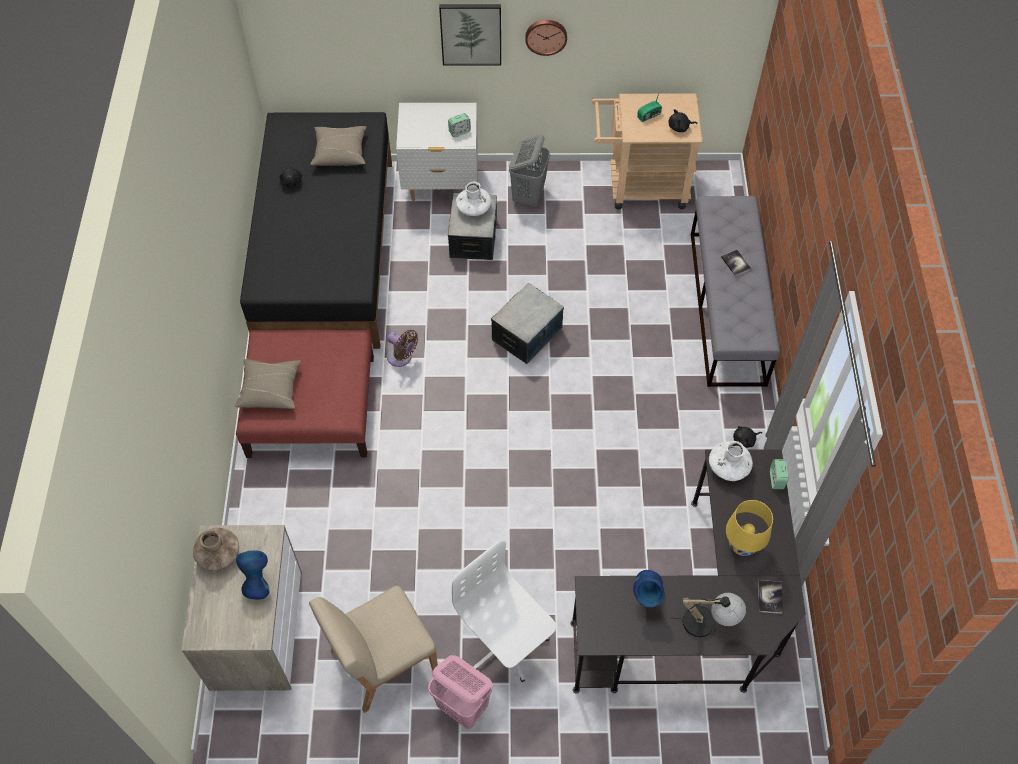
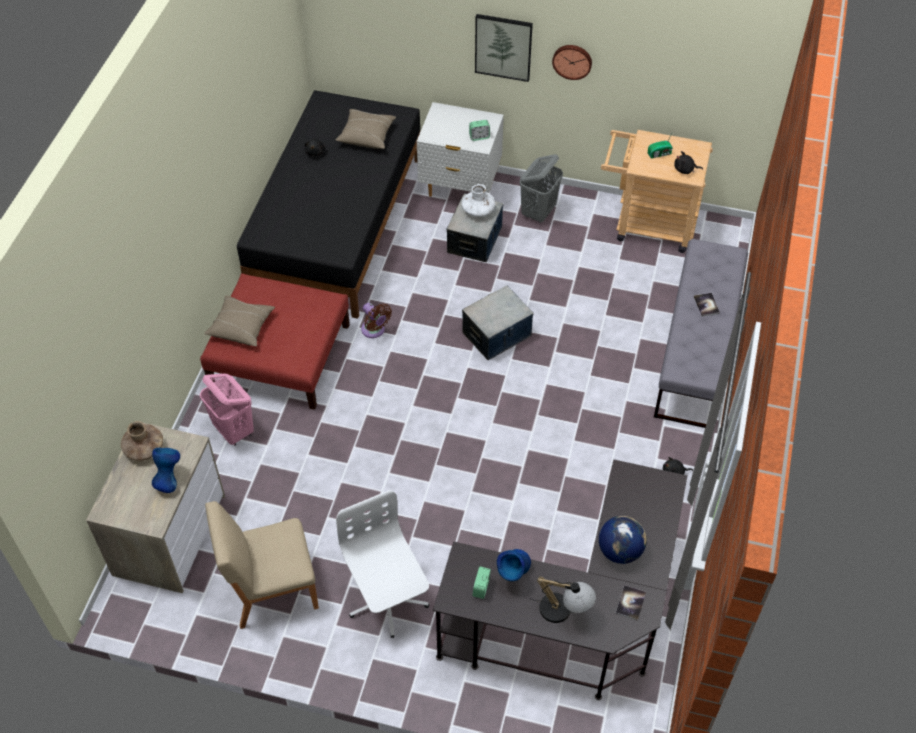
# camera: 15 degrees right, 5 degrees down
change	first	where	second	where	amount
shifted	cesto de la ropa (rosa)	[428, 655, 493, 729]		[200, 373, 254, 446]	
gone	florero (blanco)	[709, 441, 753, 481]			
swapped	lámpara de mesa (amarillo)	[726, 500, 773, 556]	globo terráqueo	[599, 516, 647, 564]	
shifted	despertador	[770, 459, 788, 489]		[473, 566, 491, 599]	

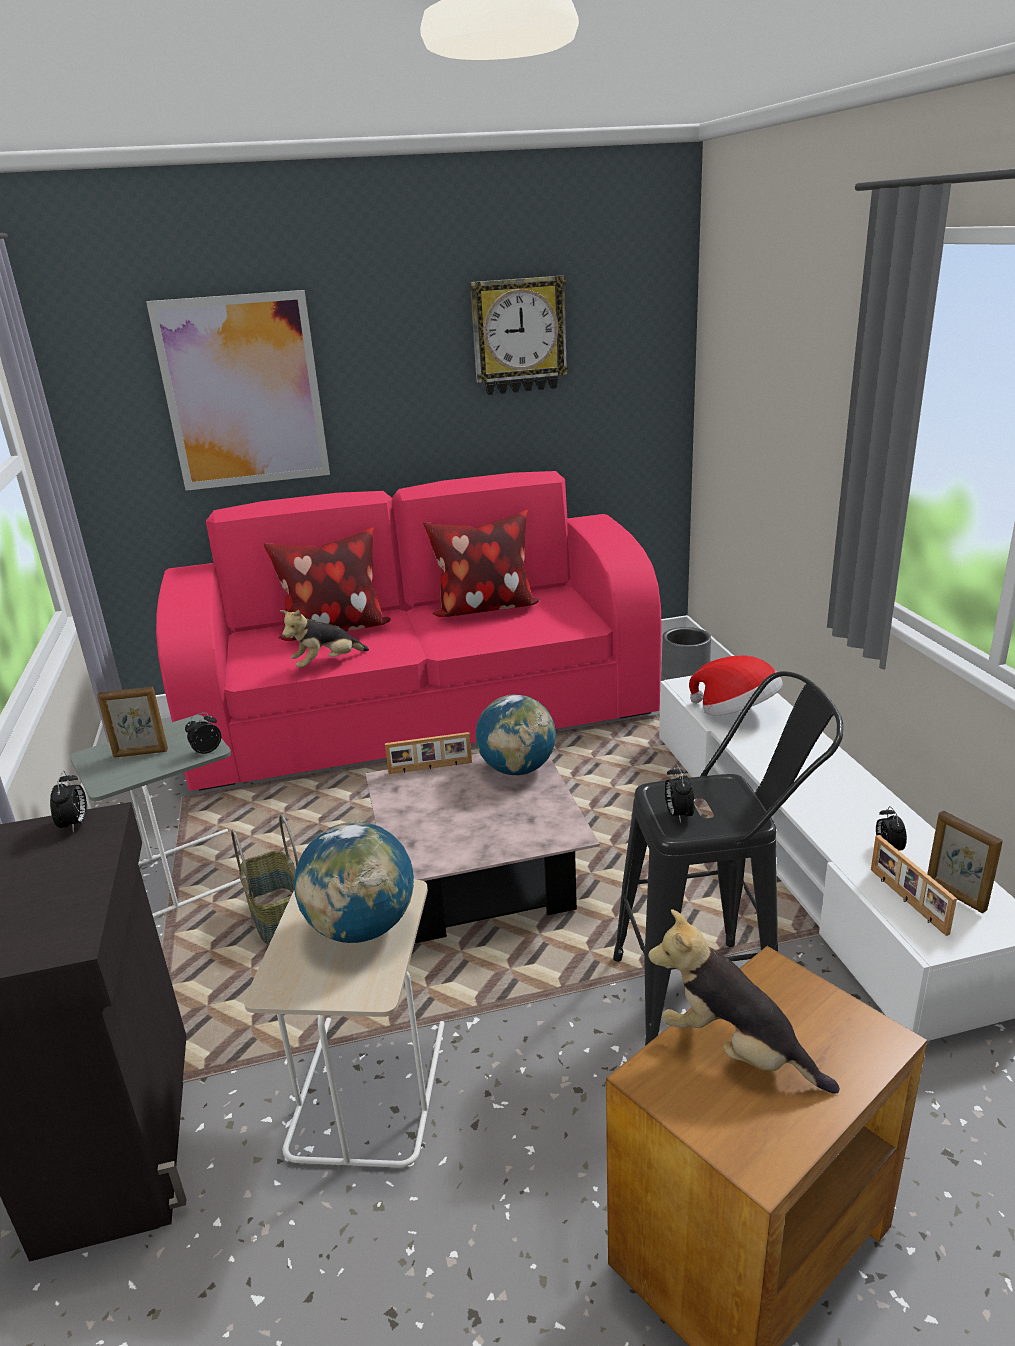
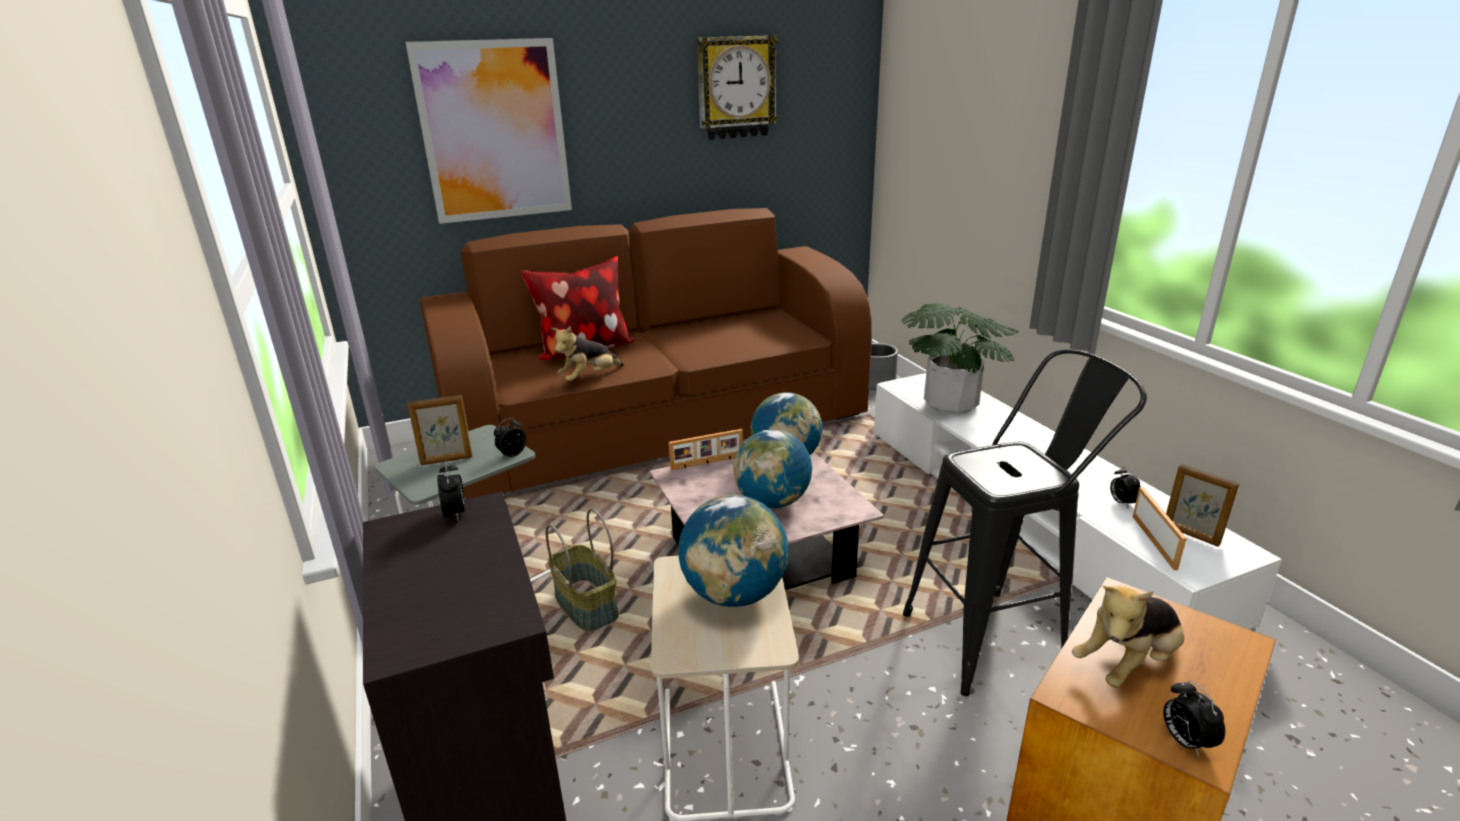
# camera: 10 degrees left, 0 degrees up
change	first	where	second	where	amount
repainted	sofá (rosa)	[156, 471, 662, 791]	sofá (marrón)	[421, 208, 872, 499]	
gone	cojín	[423, 510, 539, 617]			
rotated	peluche	[648, 909, 840, 1094]		[1072, 585, 1184, 688]	60 degrees counterclockwise
shifted	despertador	[665, 764, 694, 823]		[1163, 681, 1225, 757]	
swapped	sombrero	[689, 656, 783, 716]	planta en maceta	[901, 303, 1019, 414]	
rotated	portarretratos	[871, 835, 957, 936]		[1132, 487, 1187, 570]	150 degrees counterclockwise
new			globo terráqueo	[733, 429, 812, 508]	

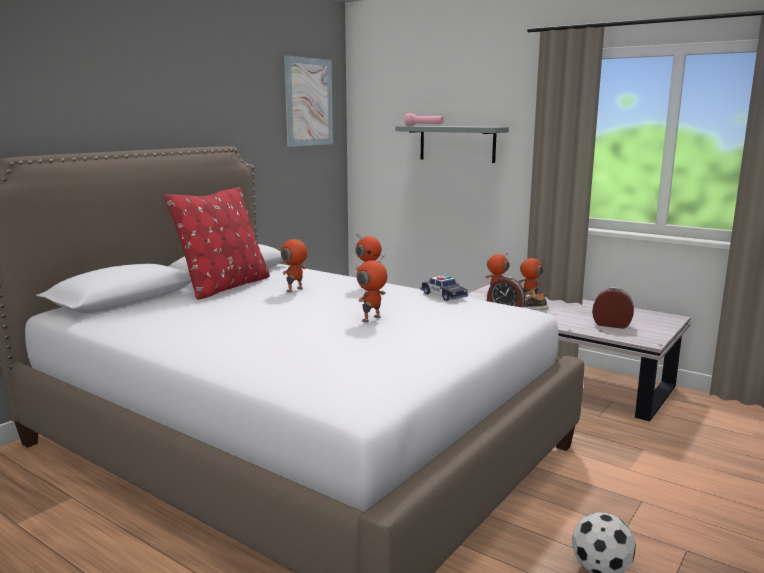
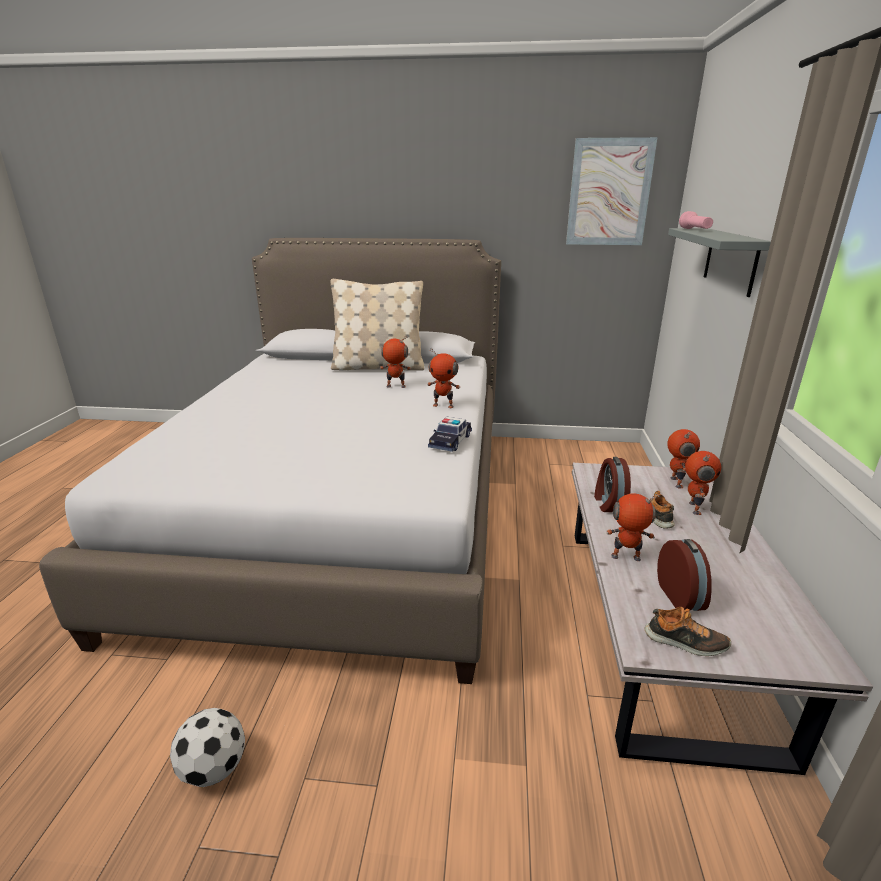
# camera: 60 degrees right, 10 degrees up
change	first	where	second	where	amount
repainted	cojín (rojo)	[164, 187, 270, 300]	cojín (beis)	[330, 279, 424, 371]	
shifted	robot de juguete	[357, 255, 387, 322]		[607, 493, 660, 561]	
new			zapato	[645, 607, 731, 656]	

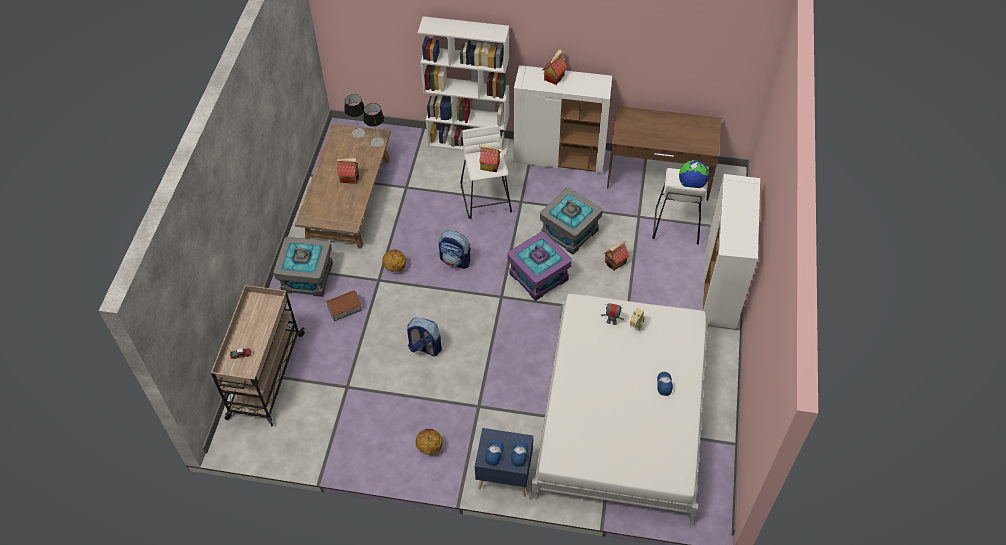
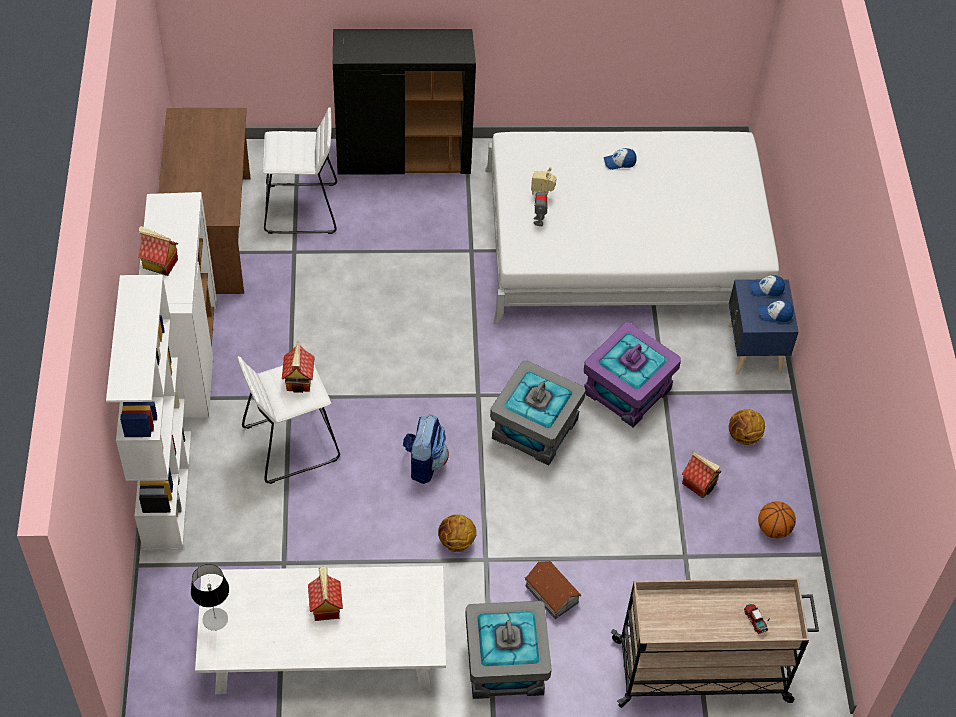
# camera: 105 degrees left, 0 degrees up
change	first	where	second	where	amount
repainted	mesa de centro (marrón)	[295, 123, 391, 249]	mesa de centro (blanco)	[195, 566, 446, 694]	
gone	lámpara de mesa	[363, 103, 384, 147]			
gone	mochila	[406, 318, 442, 356]			
shifted	caja de almacenaje (morado)	[508, 231, 572, 301]		[584, 322, 681, 427]	
shifted	caja de almacenaje (gris)	[540, 188, 603, 255]		[490, 360, 586, 466]	
shifted	casita	[604, 241, 629, 271]		[682, 452, 721, 498]	
gone	globo terráqueo	[679, 160, 709, 188]			
repainted	armario (blanco)	[703, 174, 760, 329]	armario (negro)	[333, 29, 476, 175]	
new			balón de baloncesto	[758, 501, 796, 539]	

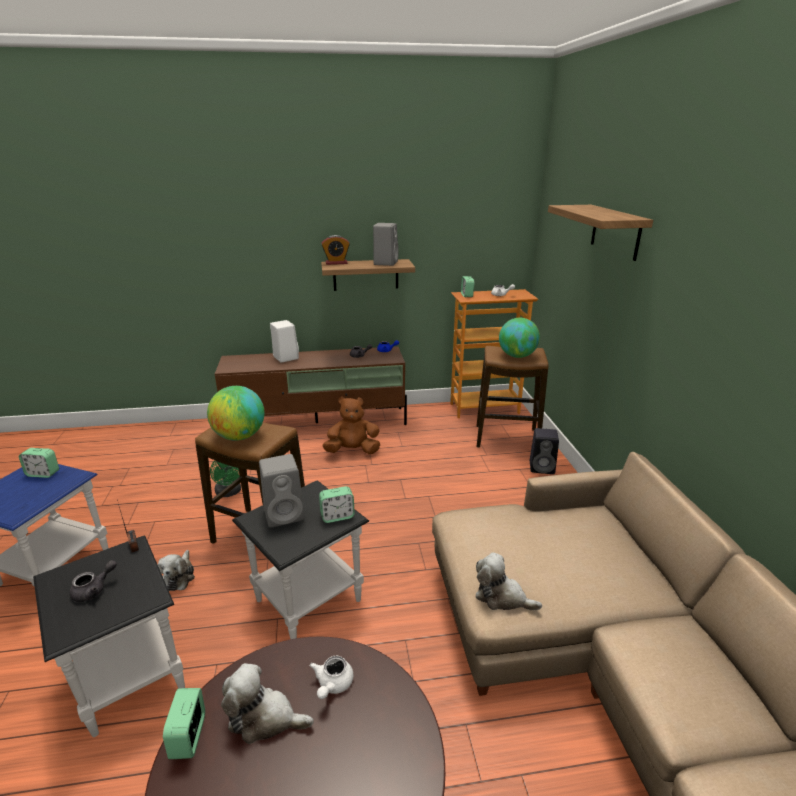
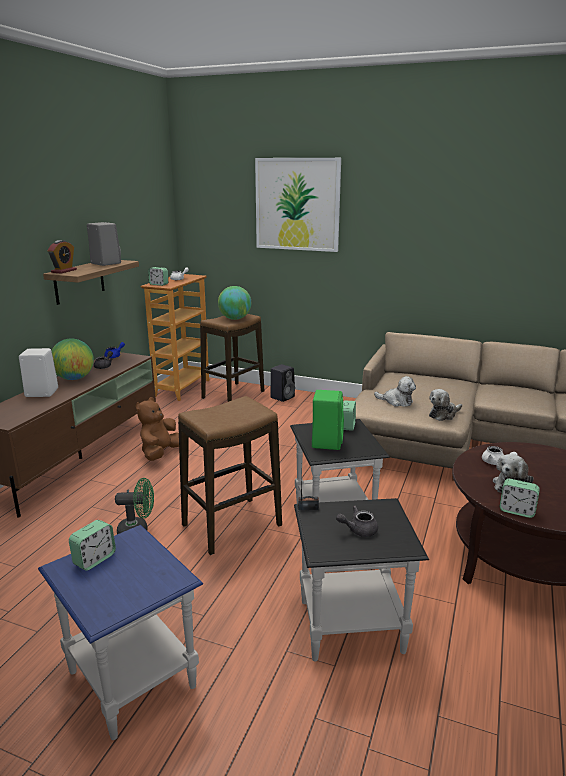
# camera: 60 degrees left, 5 degrees down
change	first	where	second	where	amount
rotated	tetera (gris)	[70, 560, 117, 602]		[336, 506, 378, 537]	90 degrees counterclockwise
shifted	peluche	[158, 550, 195, 591]		[374, 376, 416, 407]	
shifted	globo terráqueo	[207, 386, 265, 441]		[51, 339, 94, 380]	
repainted	altavoz (gris)	[259, 454, 305, 528]	altavoz (verde)	[312, 390, 344, 450]	
swapped	estante	[548, 205, 653, 261]	cuadro	[255, 158, 341, 252]	

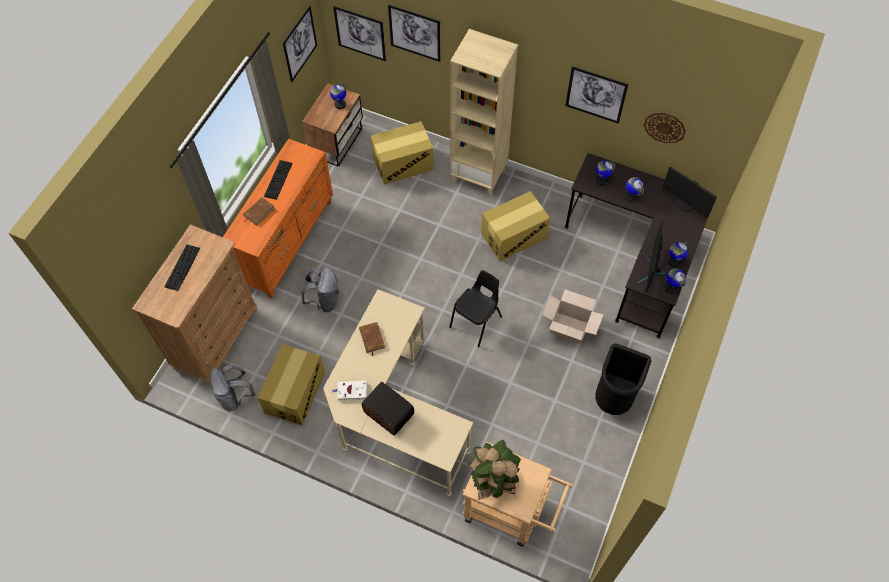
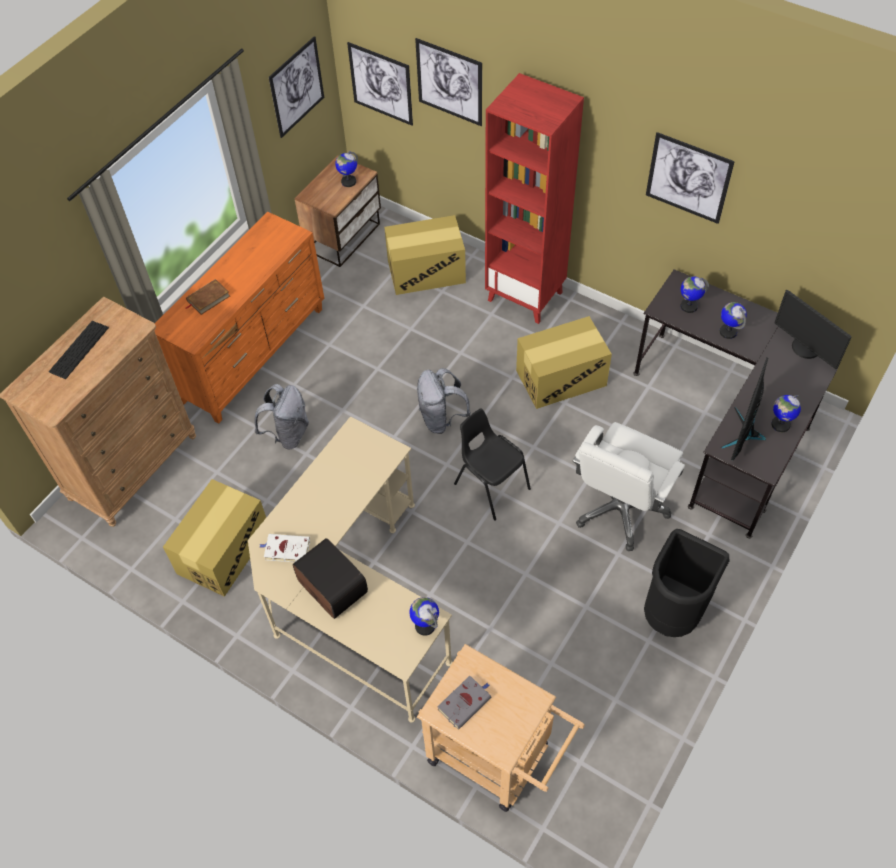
# camera: 10 degrees right, 5 degrees down
change	first	where	second	where	amount
shifted	mochila (gris)	[209, 365, 255, 411]		[417, 368, 471, 434]	
gone	teclado	[264, 160, 293, 200]			
gone	libro (marrón)	[359, 322, 385, 356]			
rotated	silla (negro)	[449, 270, 502, 347]		[454, 408, 531, 521]	90 degrees counterclockwise
repainted	estantería (beis)	[450, 29, 518, 196]	estantería (rojo)	[485, 73, 584, 324]	
swapped	planta en maceta	[468, 440, 521, 500]	libro (gris)	[437, 676, 491, 730]	
swapped	caja de cartón	[542, 289, 604, 344]	silla de oficina (blanco)	[573, 422, 685, 551]	
gone	reloj de pared	[644, 113, 686, 143]			
shifted	globo terráqueo	[665, 269, 686, 294]		[409, 597, 439, 636]	

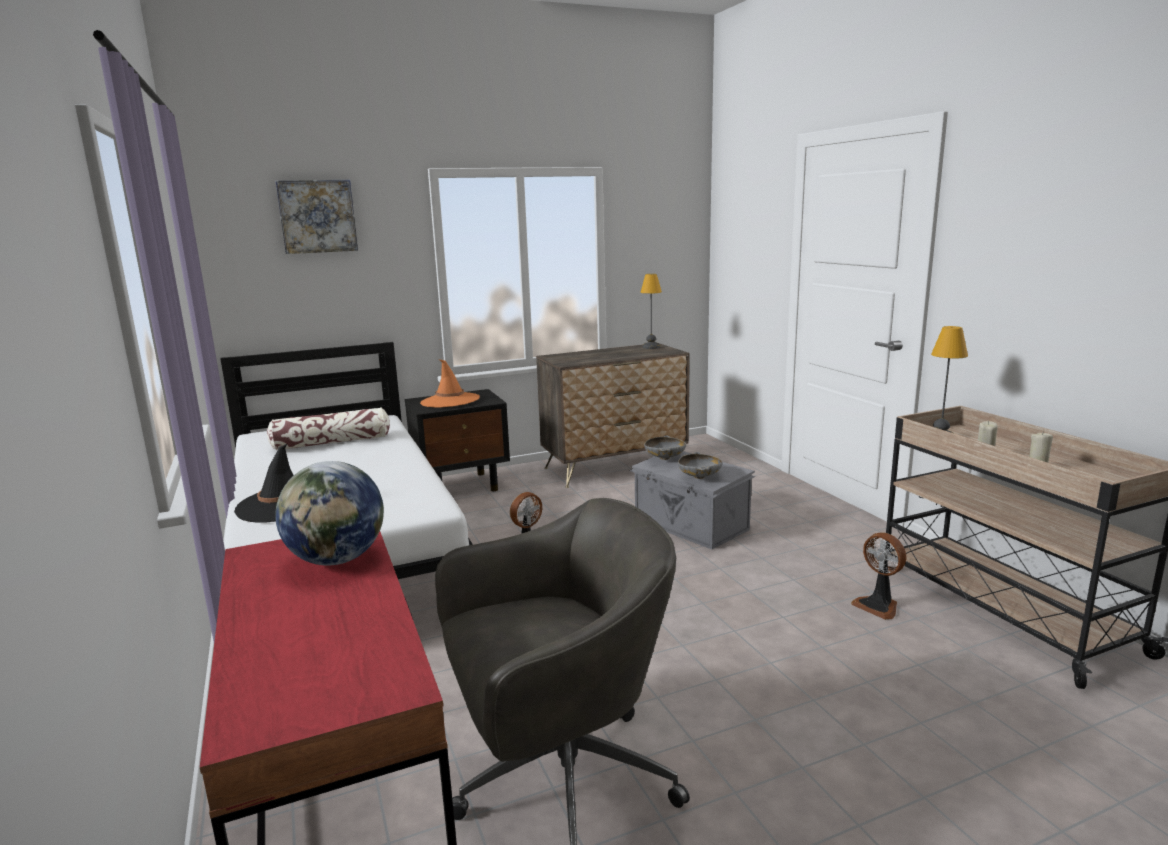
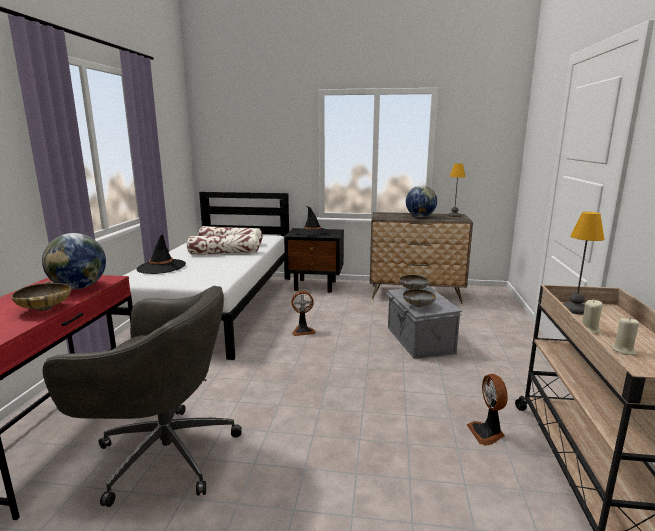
# camera: 30 degrees right, 0 degrees up
change	first	where	second	where	amount
gone	cuadro	[275, 180, 358, 254]			
repainted	sombrero (naranja)	[420, 359, 480, 408]	sombrero (negro)	[294, 206, 331, 235]	
new			cuenco (beis)	[11, 281, 71, 311]	
new			cojín	[187, 234, 260, 255]	
new			globo terráqueo	[406, 186, 437, 217]	

